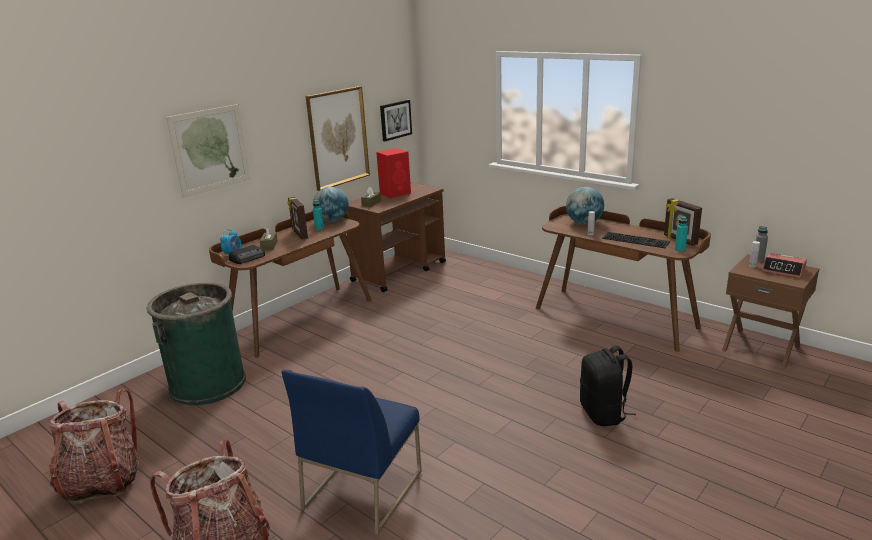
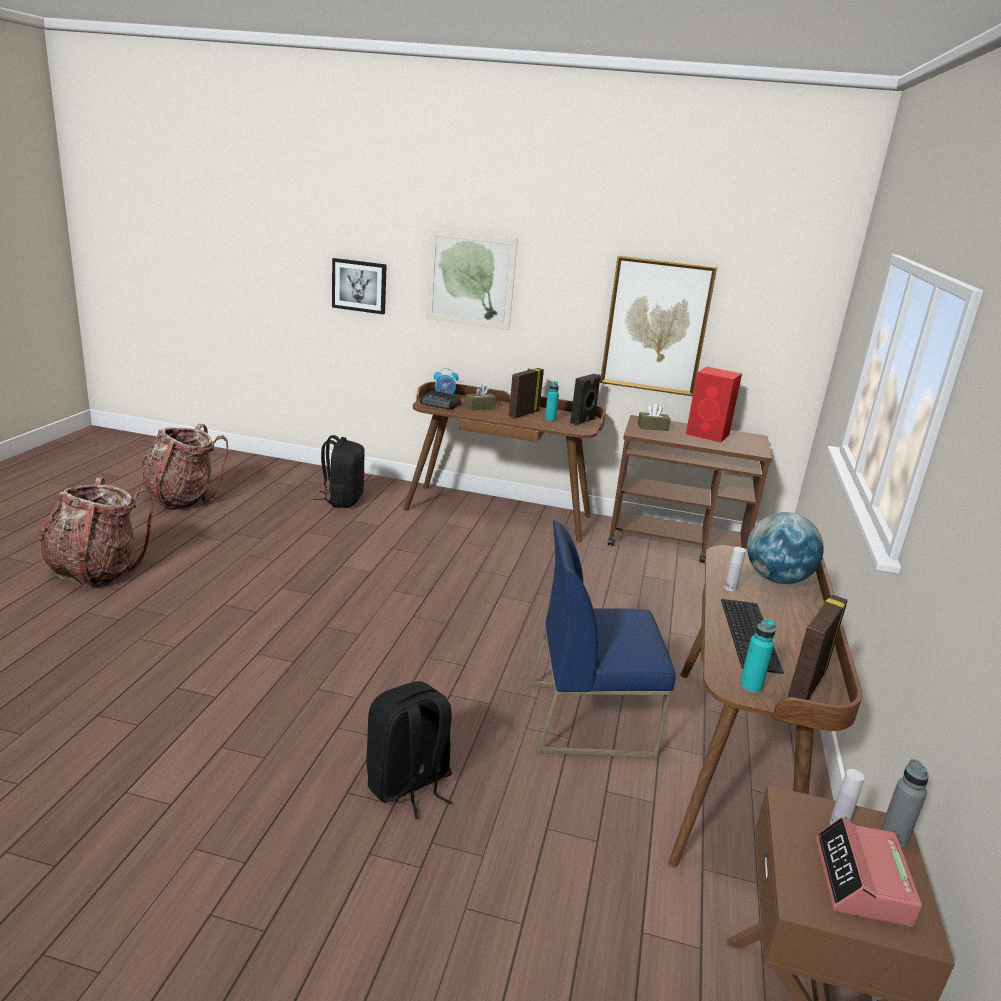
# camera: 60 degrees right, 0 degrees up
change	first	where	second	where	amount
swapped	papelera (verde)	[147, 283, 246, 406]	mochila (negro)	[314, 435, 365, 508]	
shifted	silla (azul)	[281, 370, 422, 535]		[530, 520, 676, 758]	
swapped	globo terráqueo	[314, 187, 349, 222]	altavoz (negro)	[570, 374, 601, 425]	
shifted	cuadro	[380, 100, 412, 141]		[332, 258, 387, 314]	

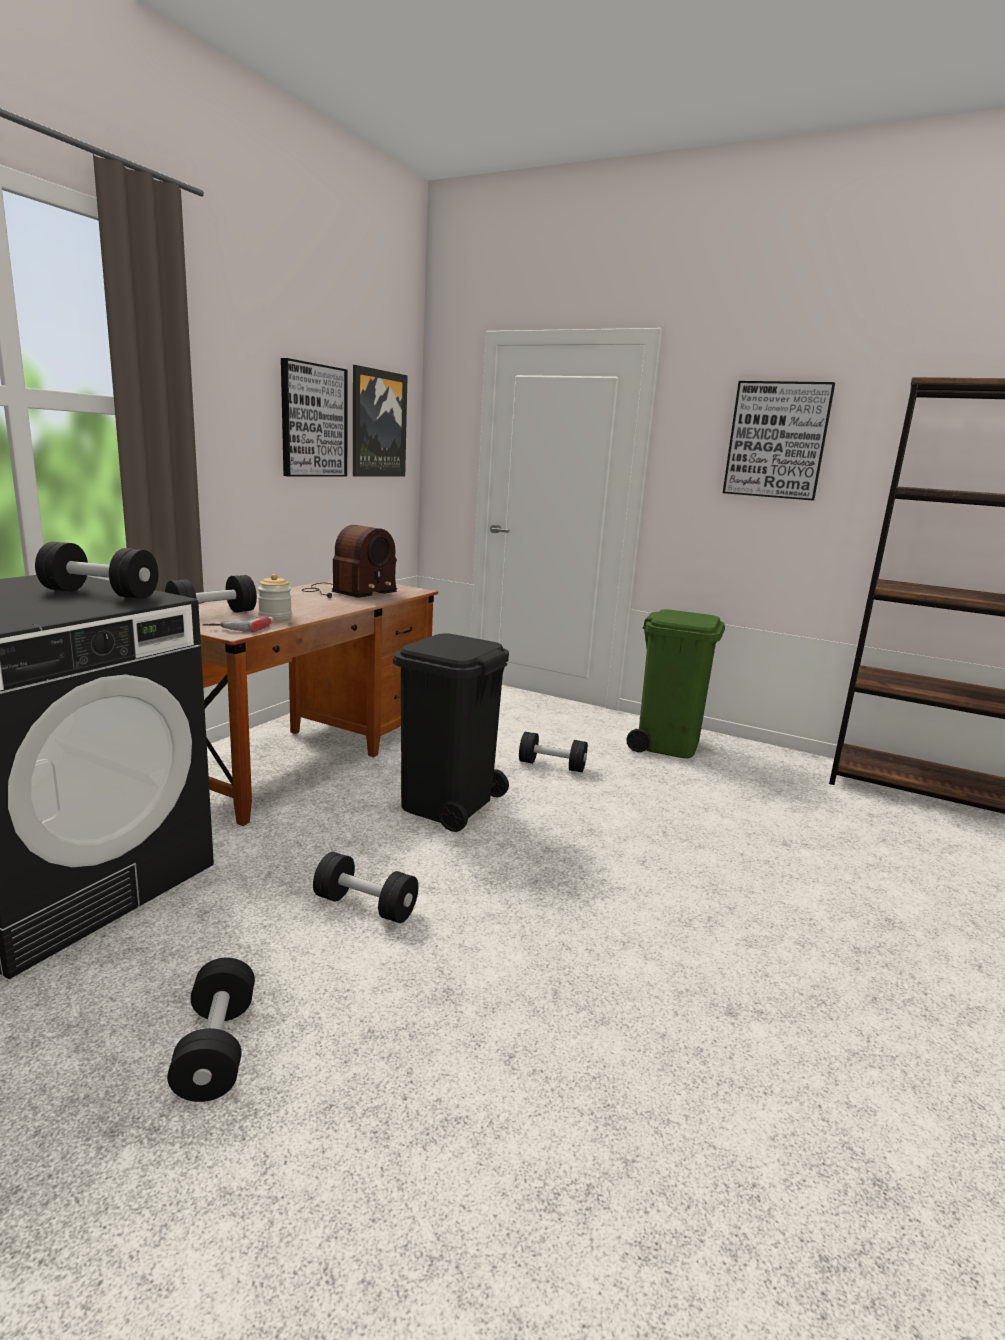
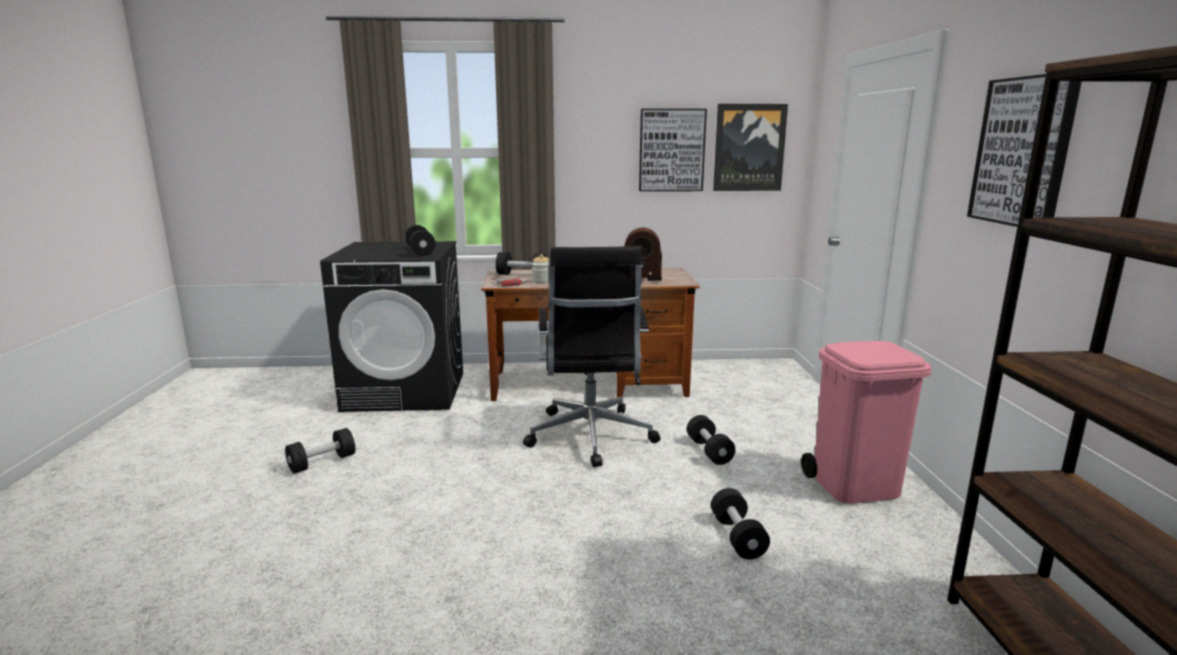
# camera: 60 degrees right, 0 degrees up
change	first	where	second	where	amount
shifted	mancuerna (negro)	[313, 852, 418, 923]		[711, 488, 770, 560]	
swapped	papelera (negro)	[393, 633, 509, 832]	silla de oficina (negro)	[523, 246, 660, 467]	
repainted	papelera (verde)	[626, 609, 725, 758]	papelera (rosa)	[801, 341, 932, 504]	

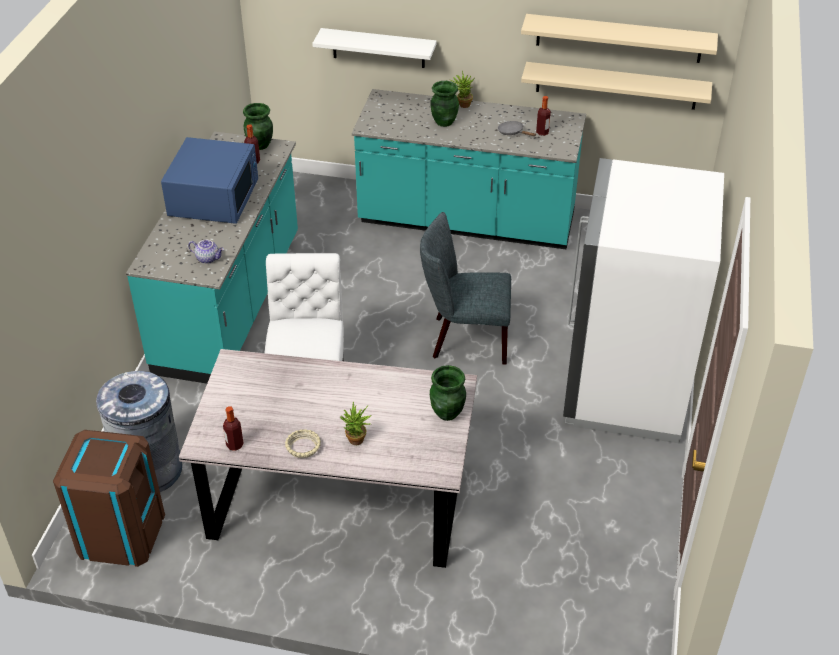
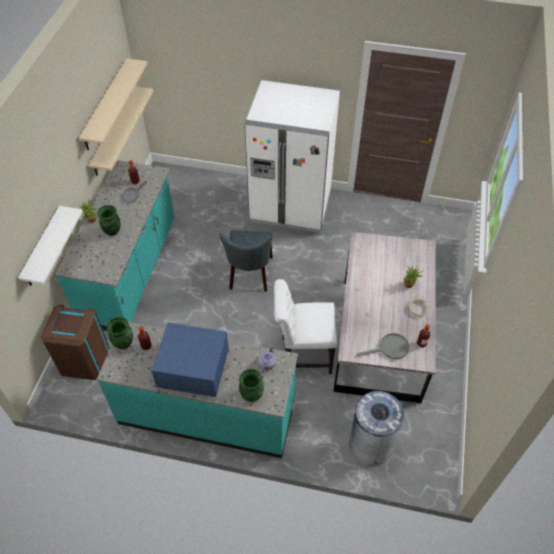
# camera: 90 degrees left, 10 degrees up
change	first	where	second	where	amount
shifted	papelera (marrón)	[53, 430, 165, 567]		[41, 304, 110, 380]	
shifted	florero (verde)	[430, 365, 466, 421]		[239, 369, 264, 402]	
new			sartén (gris)	[357, 333, 409, 359]	

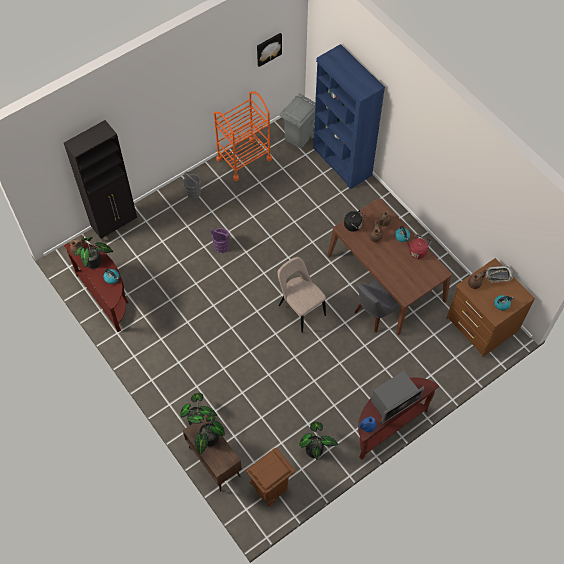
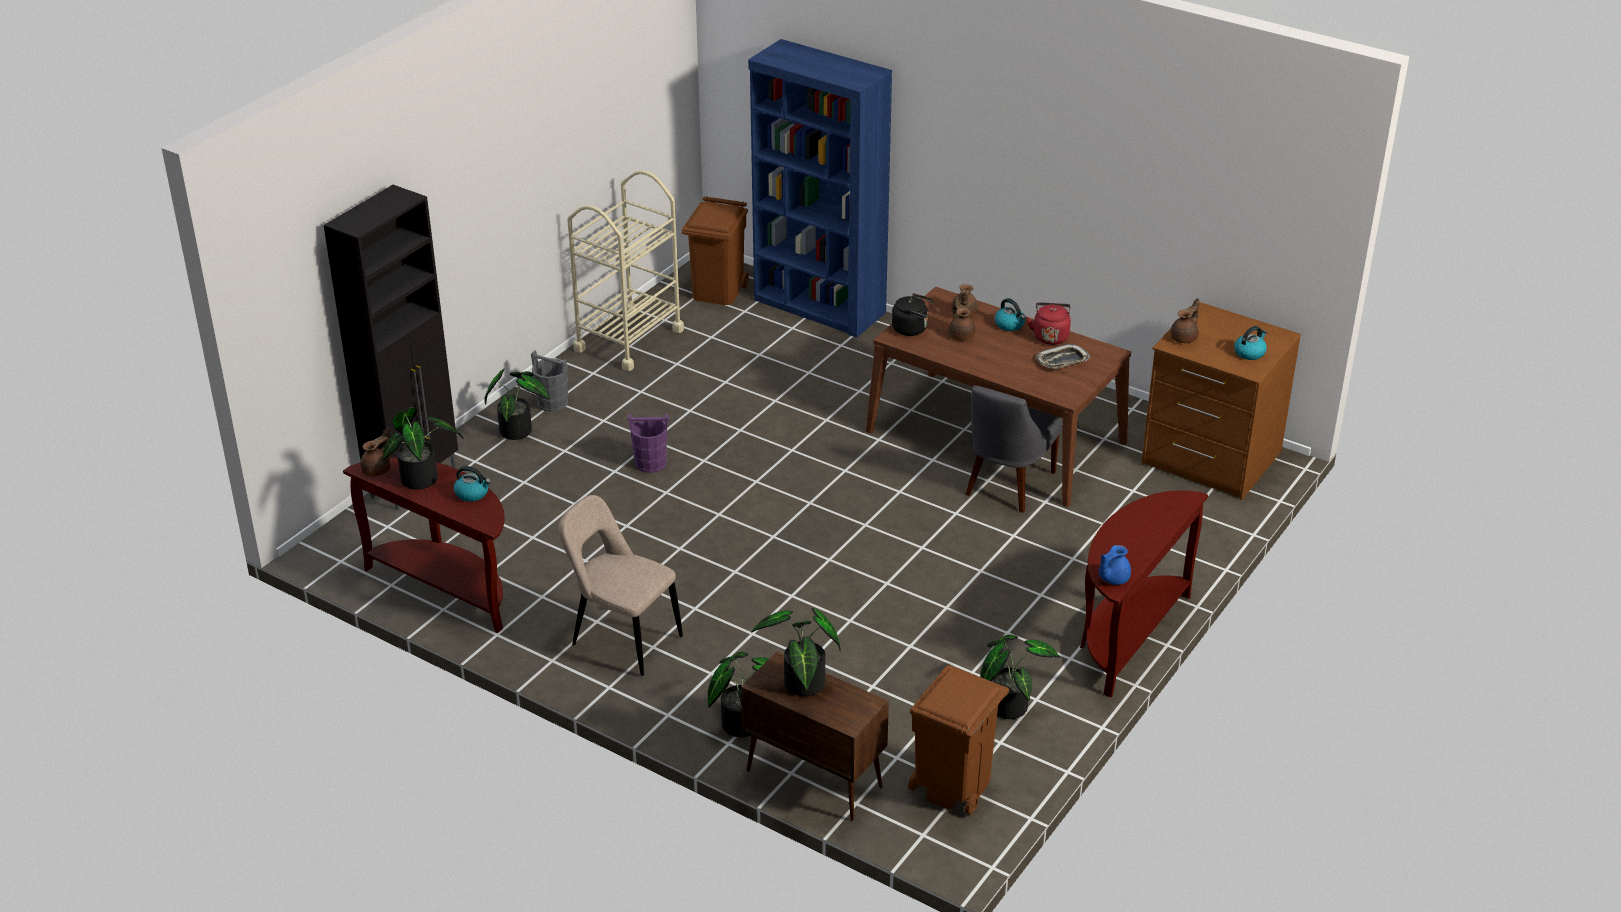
# camera: 20 degrees left, 25 degrees down
change	first	where	second	where	amount
repainted	carrito (naranja)	[214, 91, 272, 181]	carrito (beis)	[567, 170, 684, 371]	
gone	cuadro	[257, 33, 282, 67]			
shifted	silla (beis)	[277, 257, 326, 333]		[558, 495, 683, 676]	
repainted	papelera (gris)	[280, 94, 315, 148]	papelera (marrón)	[682, 196, 749, 305]	
gone	microondas	[371, 371, 425, 424]			
shifted	bandeja	[486, 266, 513, 283]		[1036, 344, 1090, 369]	
new			planta en maceta	[485, 369, 550, 440]	

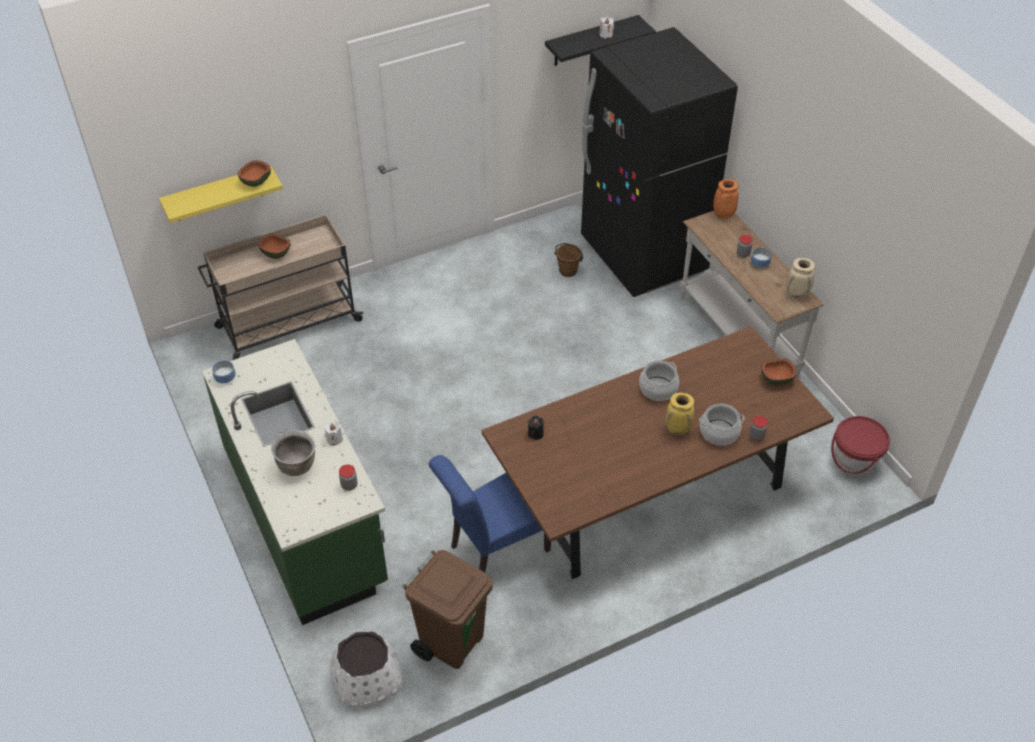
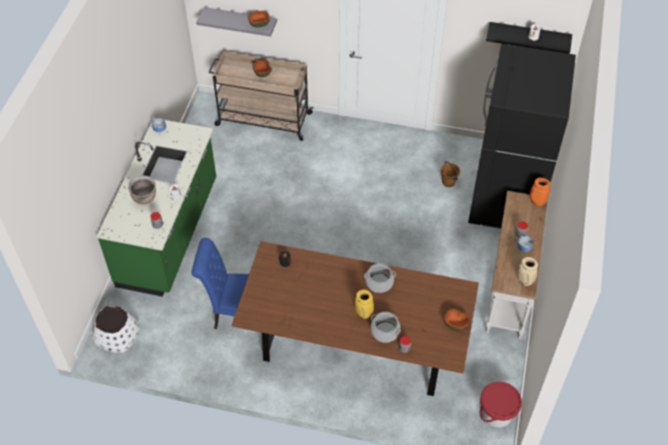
# camera: 40 degrees right, 5 degrees up
change	first	where	second	where	amount
repainted	estante (amarillo)	[159, 165, 283, 223]	estante (gris)	[196, 7, 277, 37]	
gone	papelera (marrón)	[403, 550, 492, 669]			

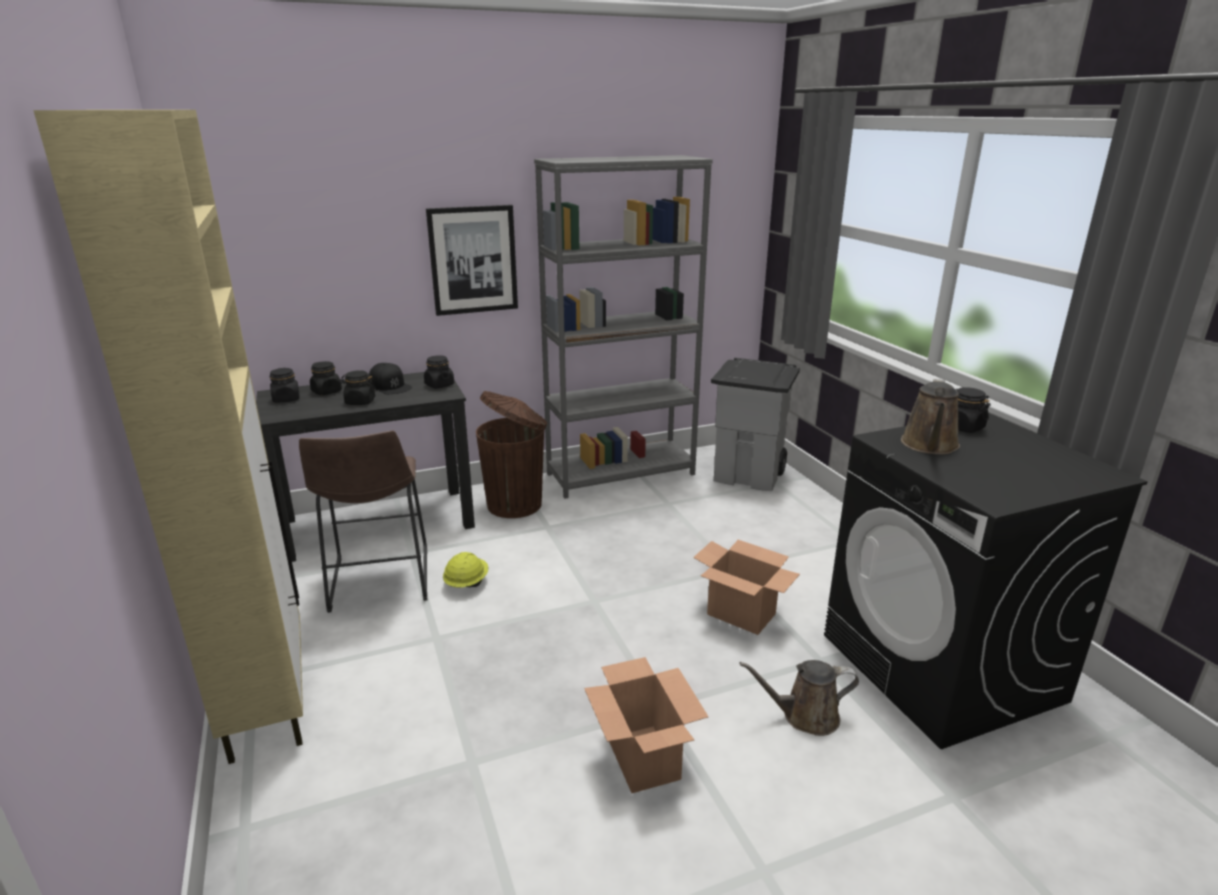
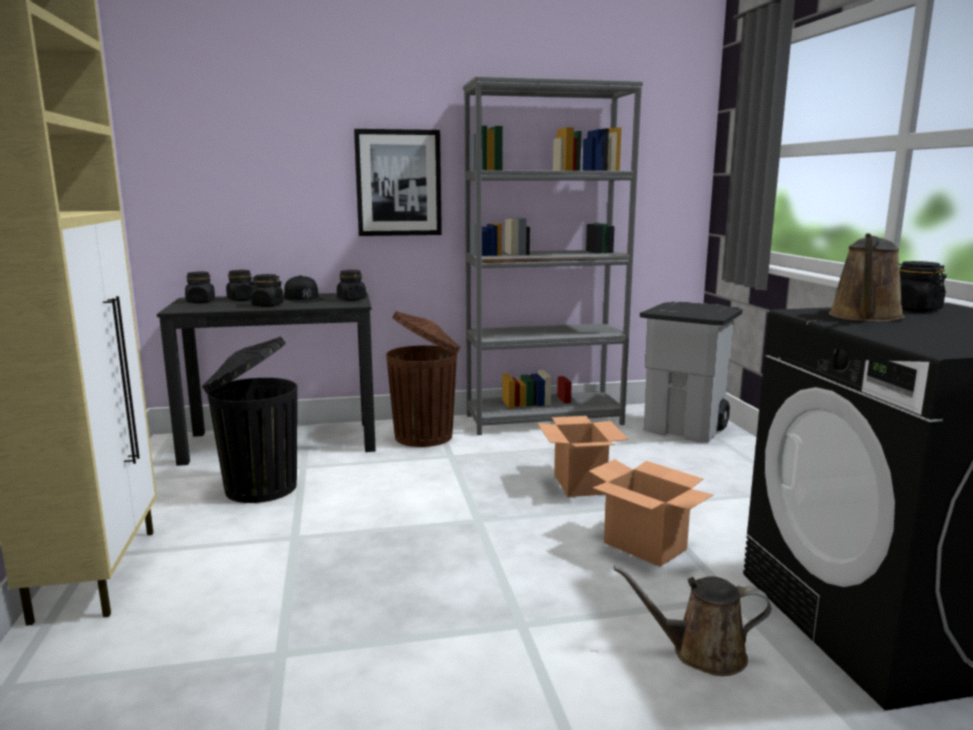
# camera: 10 degrees right, 10 degrees down
change	first	where	second	where	amount
swapped	taburete (marrón)	[299, 431, 427, 613]	papelera (negro)	[202, 337, 297, 503]	
gone	casco (amarillo)	[443, 552, 488, 588]			
shifted	caja de cartón	[584, 657, 709, 793]		[537, 416, 629, 497]	

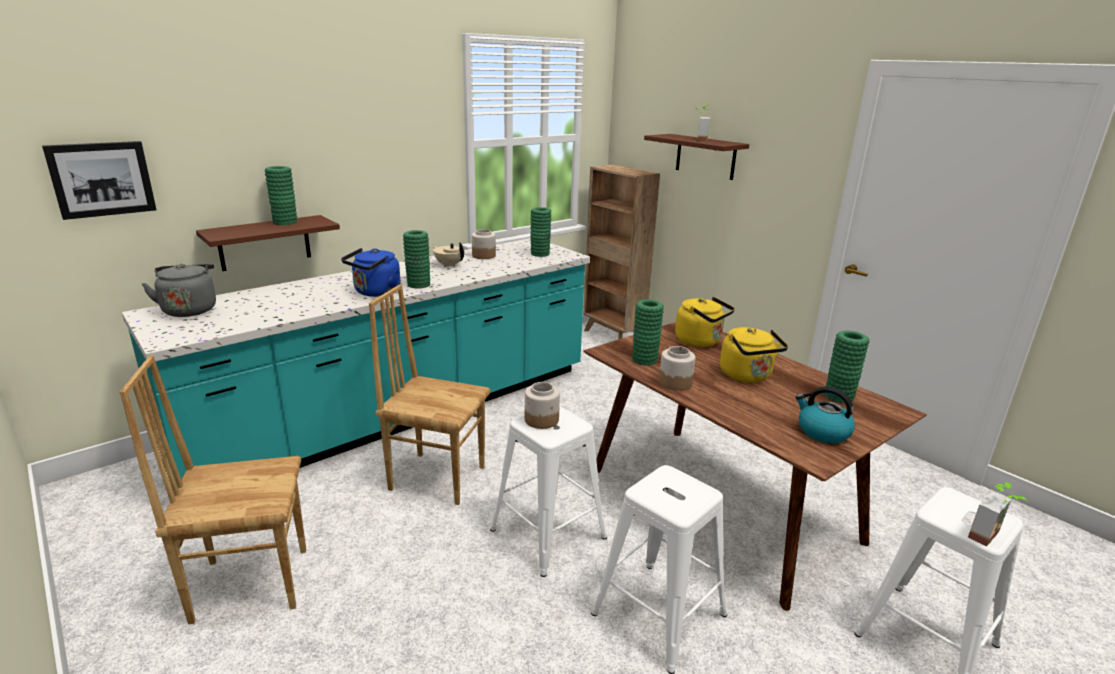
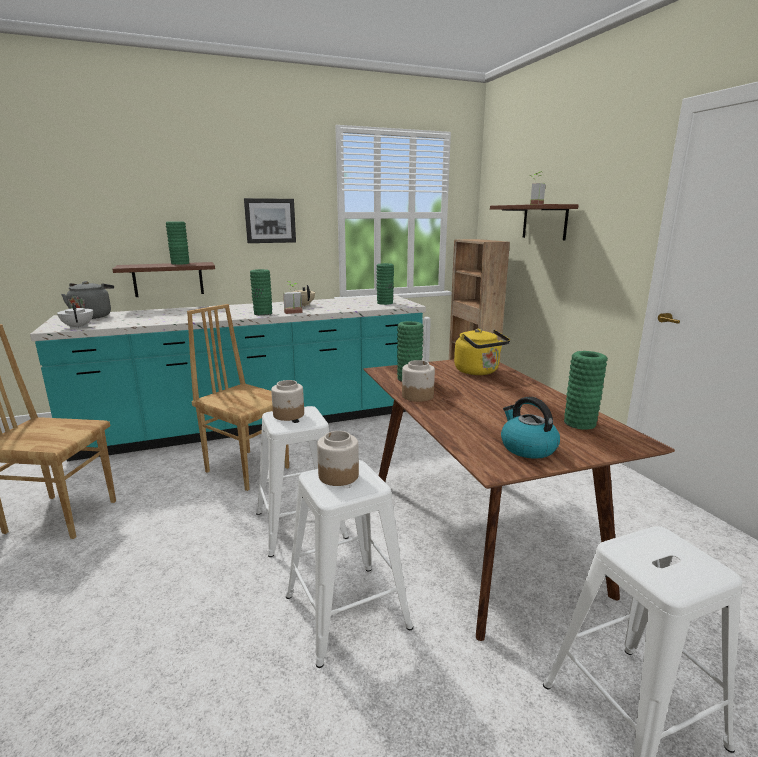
# camera: 20 degrees right, 5 degrees down
change	first	where	second	where	amount
shifted	cuadro	[42, 141, 156, 220]		[244, 198, 296, 243]	
gone	hervidor (azul)	[341, 248, 401, 297]			
shifted	tarro	[472, 229, 496, 259]		[317, 431, 359, 486]	
gone	hervidor (amarillo)	[720, 327, 788, 383]			
shifted	planta en maceta	[968, 482, 1027, 547]		[283, 281, 303, 314]	
new			tetera (blanco)	[57, 303, 93, 329]	

